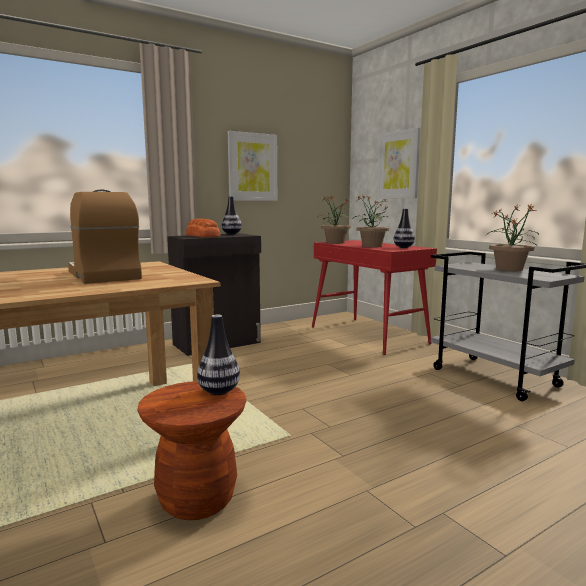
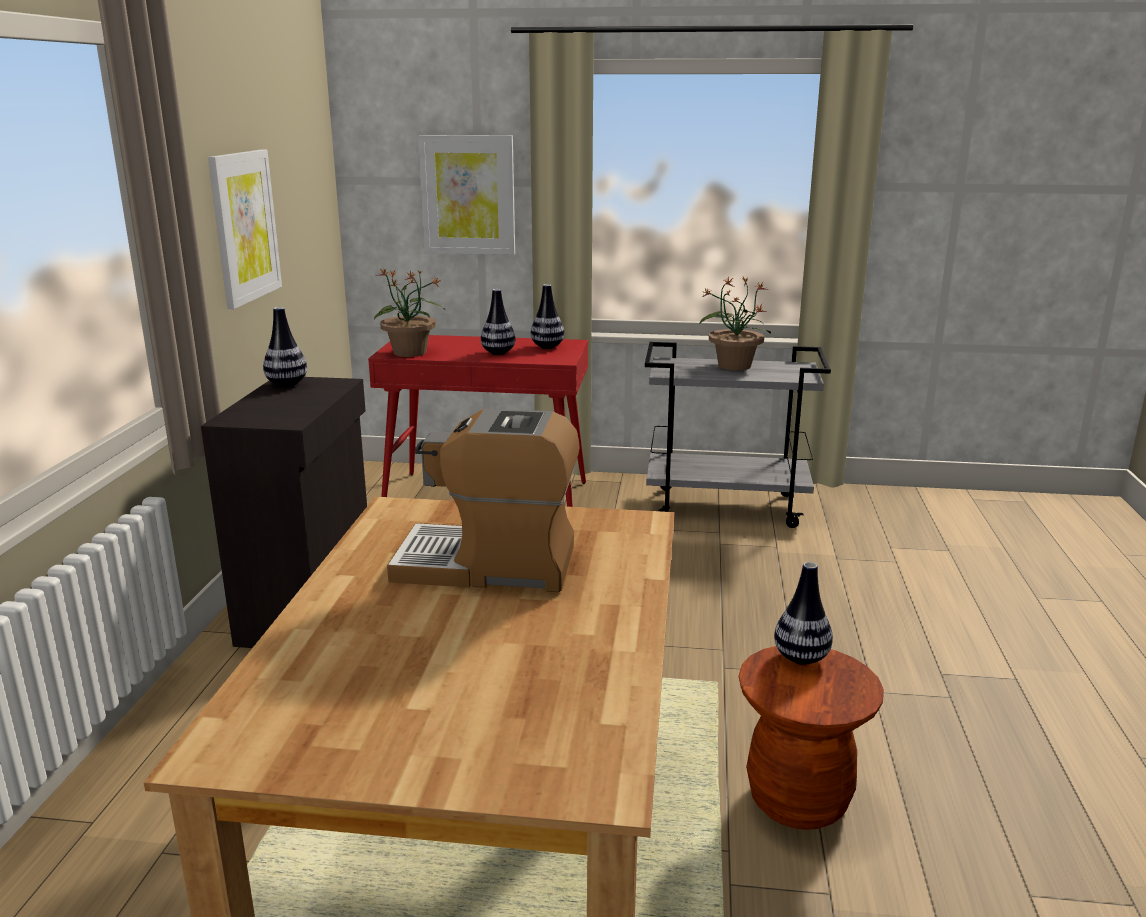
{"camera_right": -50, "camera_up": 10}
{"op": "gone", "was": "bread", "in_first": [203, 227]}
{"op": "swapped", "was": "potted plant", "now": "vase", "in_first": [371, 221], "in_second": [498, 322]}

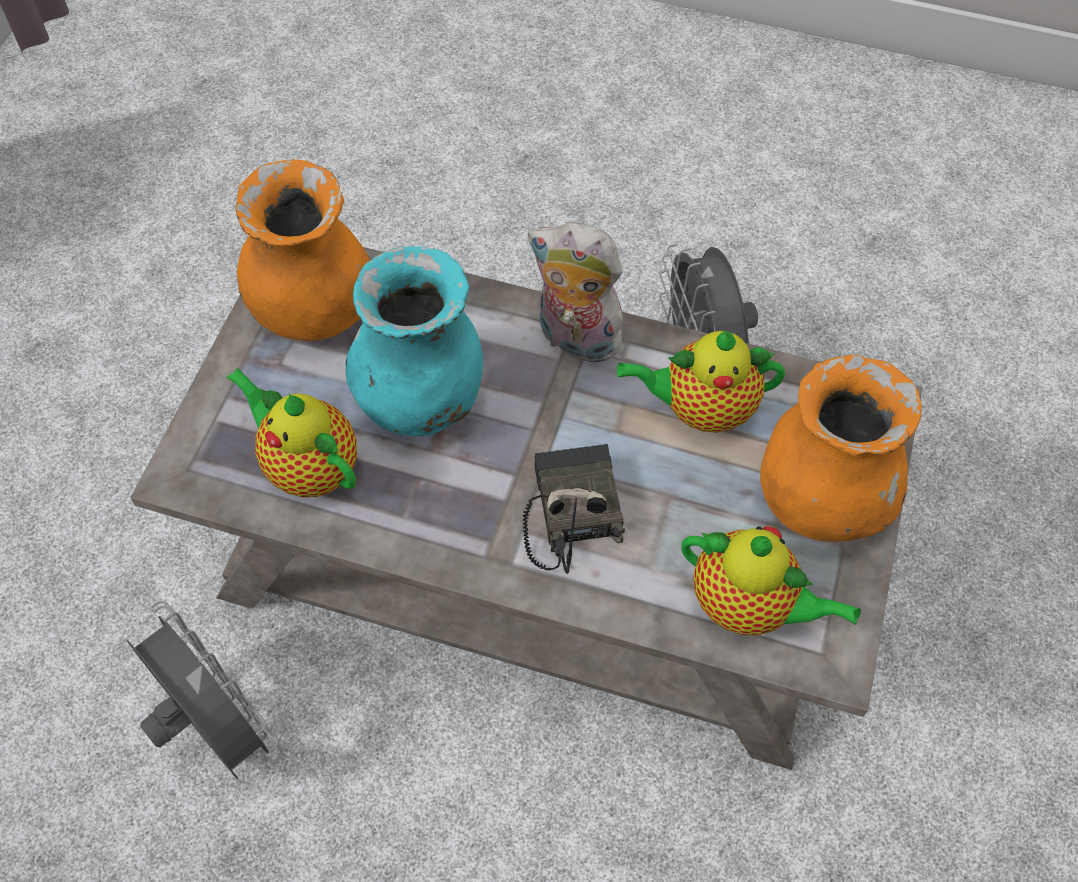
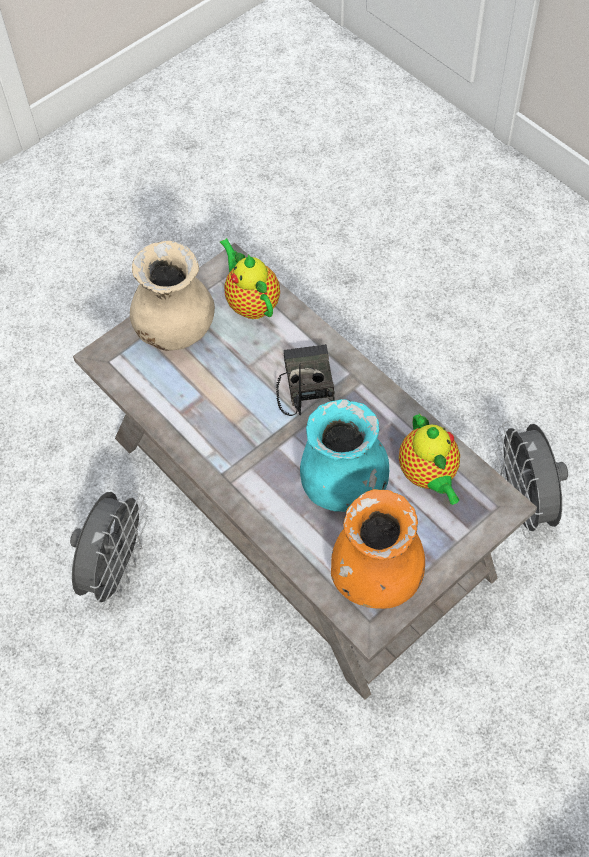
{"camera_right": -145, "camera_up": 0}
{"op": "rotated", "was": "radio", "in_first": [573, 509], "in_second": [305, 380], "clockwise": 150}
{"op": "gone", "was": "plush toy", "in_first": [580, 292]}
{"op": "gone", "was": "teapot", "in_first": [701, 382]}
{"op": "repainted", "was": "vase (orange)", "now": "vase (beige)", "in_first": [841, 448], "in_second": [172, 296]}

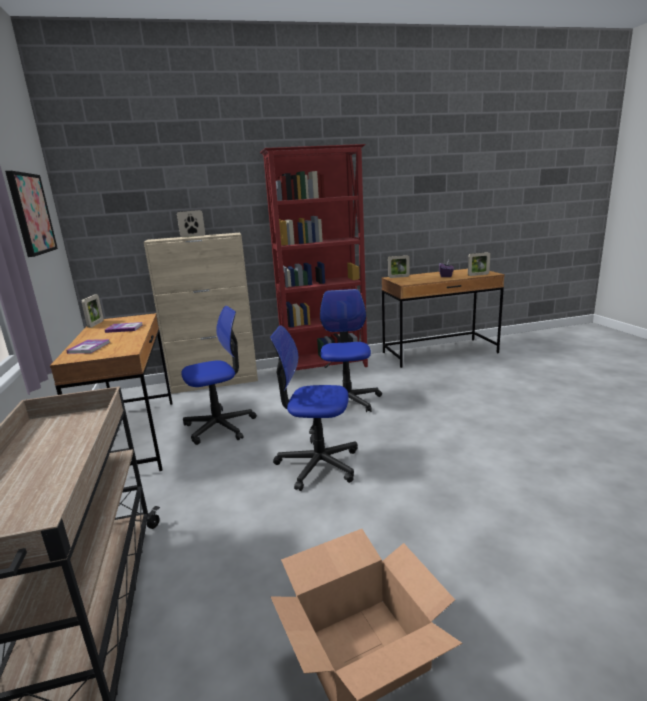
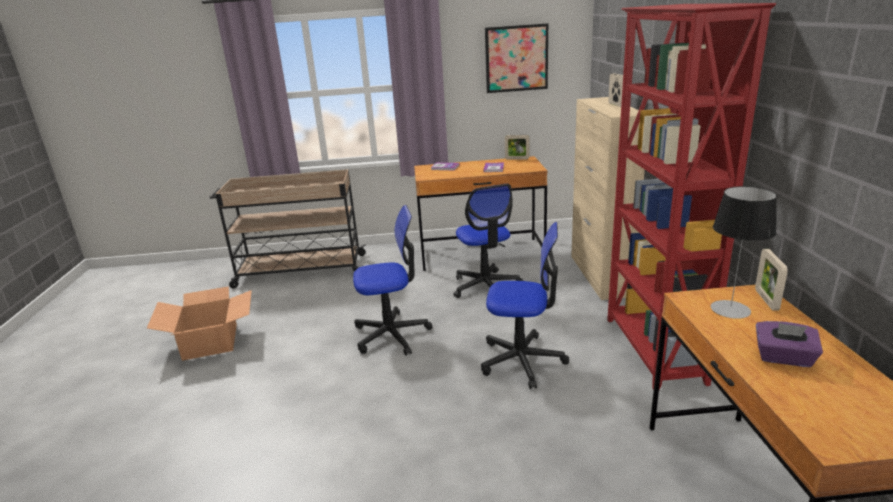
{"camera_right": 100, "camera_up": 5}
{"op": "rotated", "was": "office chair", "in_first": [313, 408], "in_second": [392, 280], "clockwise": 60}
{"op": "gone", "was": "picture frame", "in_first": [479, 264]}
{"op": "new", "now": "table lamp", "in_second": [744, 252]}

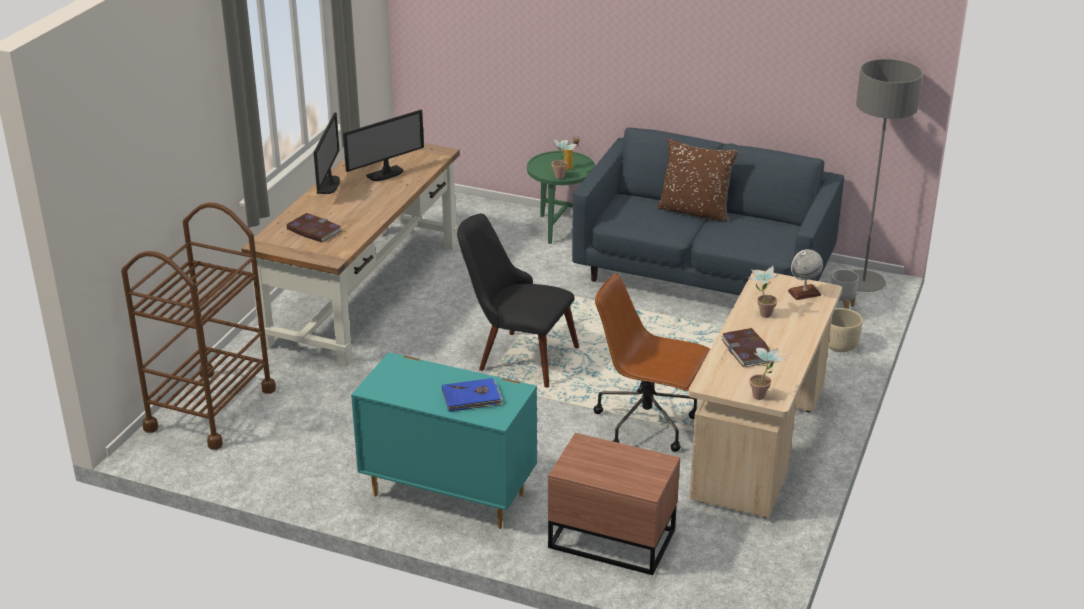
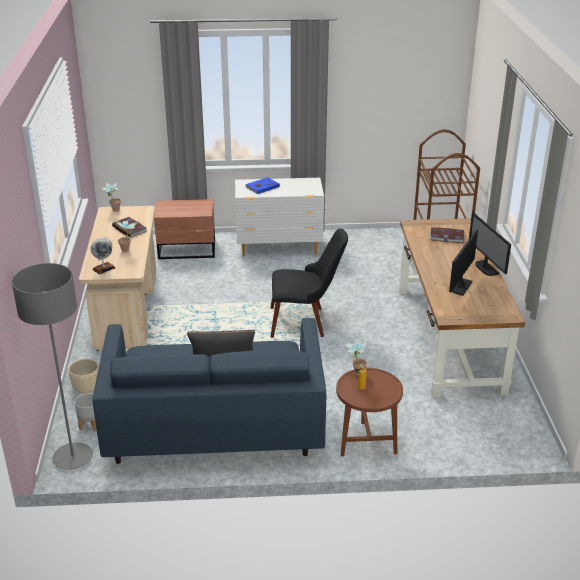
{"camera_right": 155, "camera_up": 0}
{"op": "repainted", "was": "dresser (turquoise)", "now": "dresser (white)", "in_first": [444, 440], "in_second": [279, 217]}
{"op": "repainted", "was": "side table (green)", "now": "side table (brown)", "in_first": [561, 197], "in_second": [369, 412]}
{"op": "gone", "was": "office chair (brown)", "in_first": [651, 362]}

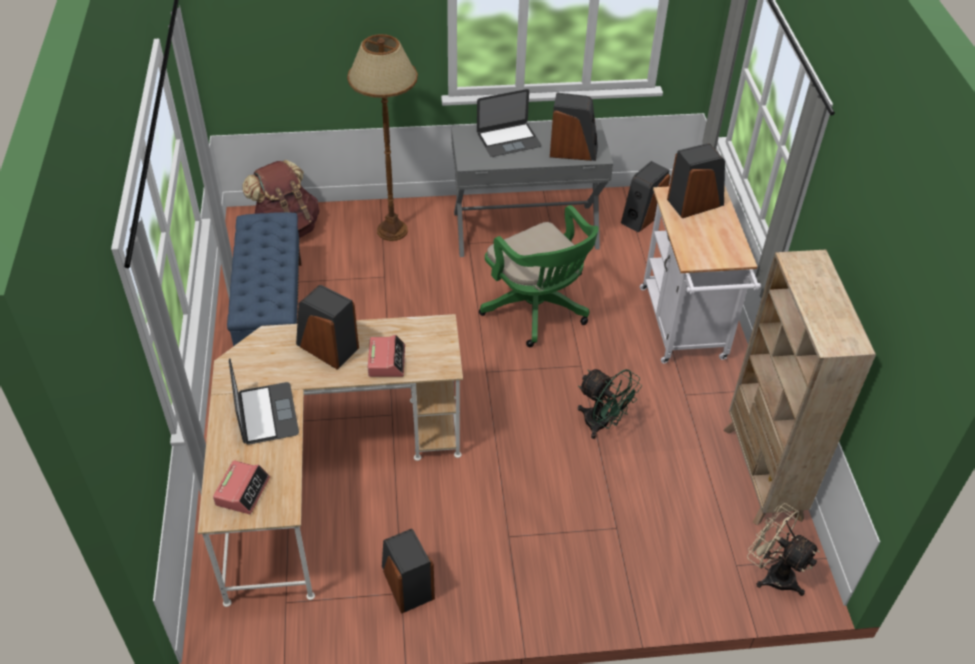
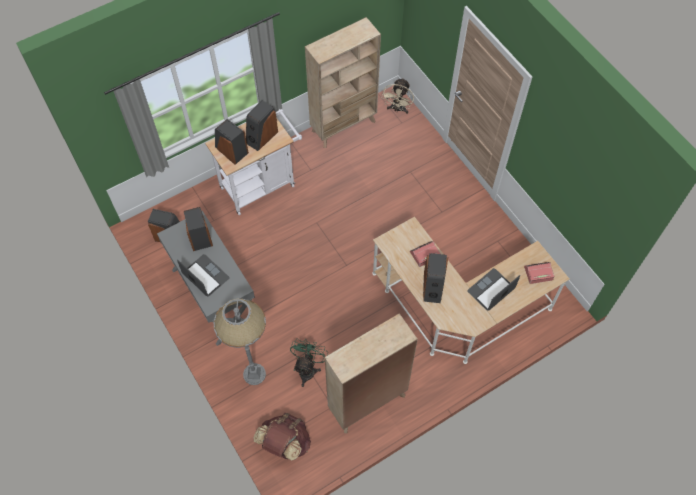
{"camera_right": -115, "camera_up": 15}
{"op": "swapped", "was": "bench (blue)", "now": "bookcase (beige)", "in_first": [264, 279], "in_second": [371, 373]}
{"op": "repainted", "was": "floor lamp (brown)", "now": "floor lamp (grey)", "in_first": [382, 137], "in_second": [240, 342]}
{"op": "shifted", "was": "speaker", "in_first": [408, 571], "in_second": [262, 125]}
{"op": "gone", "was": "office chair (green)", "in_first": [538, 276]}
{"op": "shifted", "was": "fan (green)", "in_first": [610, 404], "in_second": [309, 363]}

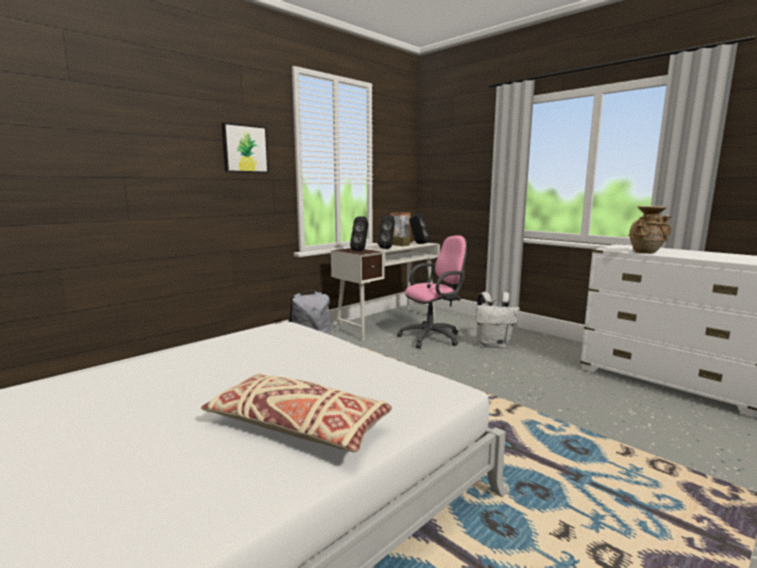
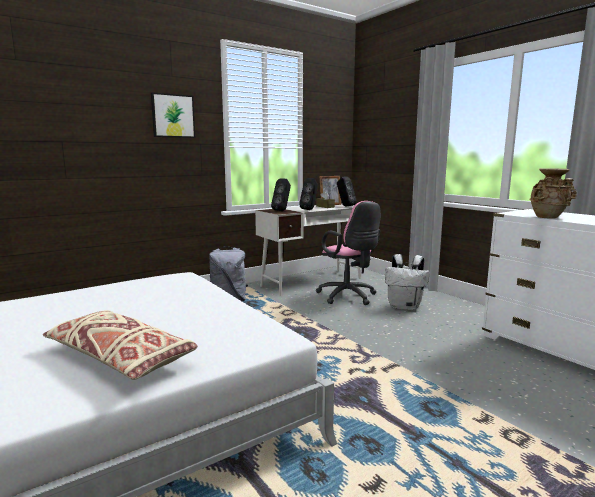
{"camera_right": 10, "camera_up": 0}
{"op": "rotated", "was": "office chair (pink)", "in_first": [432, 292], "in_second": [348, 253], "clockwise": 75}

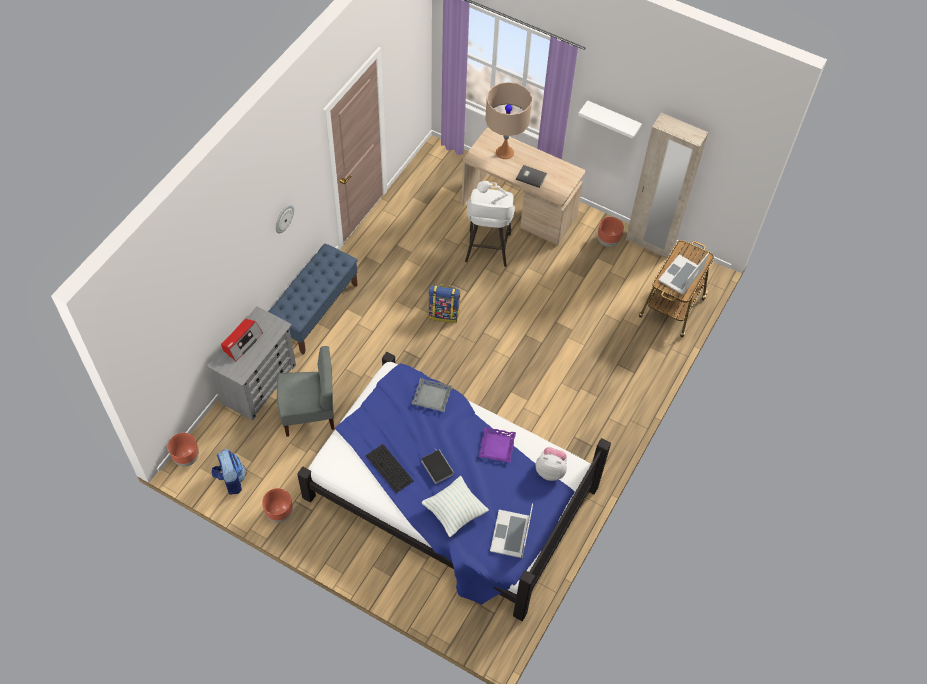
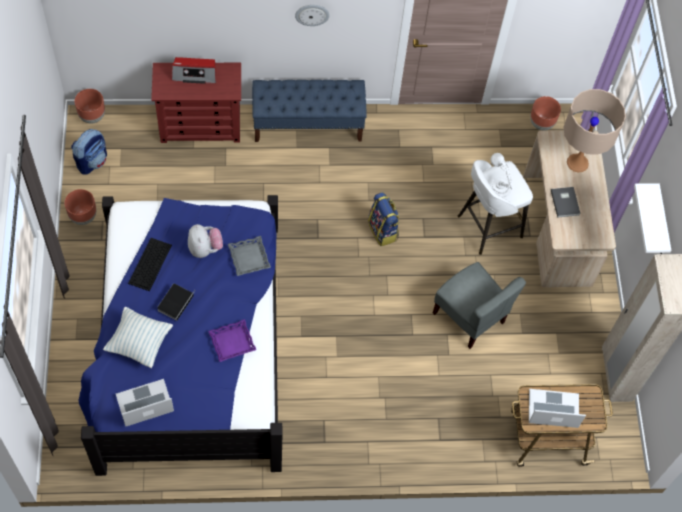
{"camera_right": 55, "camera_up": 5}
{"op": "repainted", "was": "dresser (grey)", "now": "dresser (red)", "in_first": [251, 363], "in_second": [196, 103]}
{"op": "shifted", "was": "chair (grey)", "in_first": [305, 391], "in_second": [479, 305]}
{"op": "shifted", "was": "plush toy", "in_first": [551, 464], "in_second": [205, 241]}
{"op": "shifted", "was": "planter (brown)", "in_first": [611, 232], "in_second": [545, 113]}

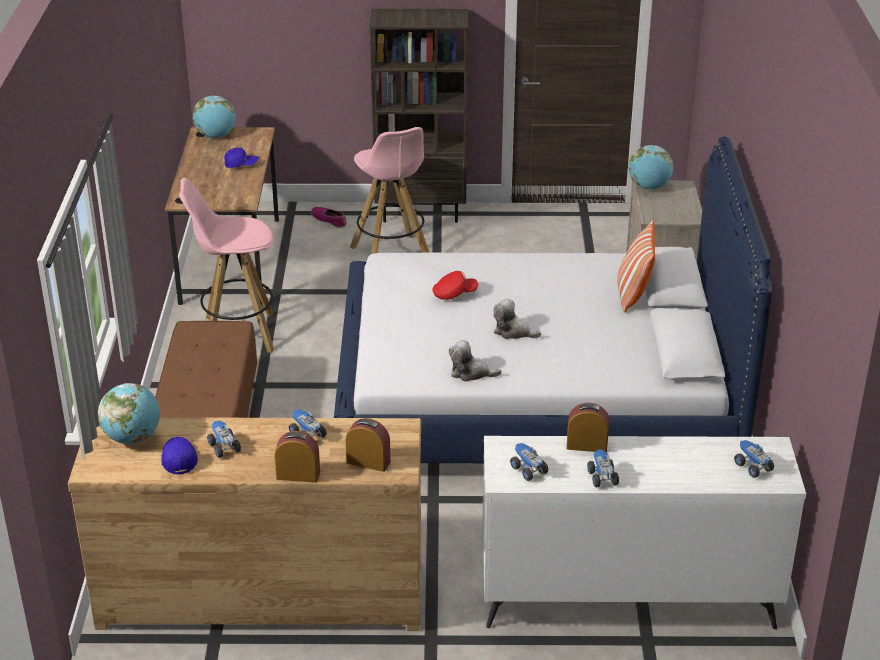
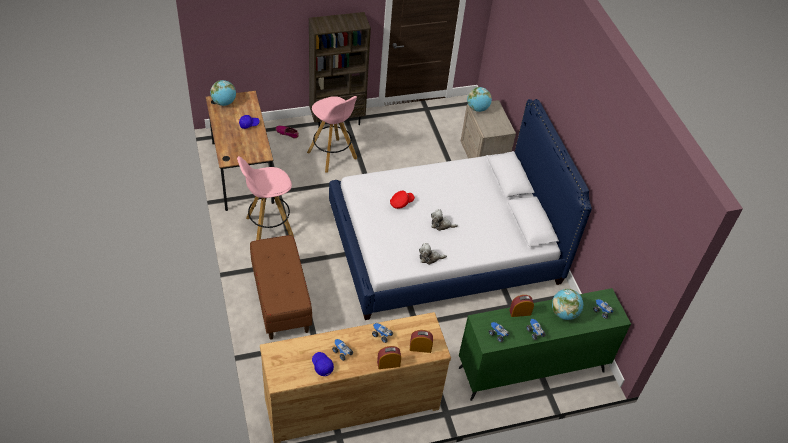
{"camera_right": -20, "camera_up": 15}
{"op": "shifted", "was": "globe", "in_first": [129, 413], "in_second": [567, 304]}
{"op": "repainted", "was": "dresser (white)", "now": "dresser (green)", "in_first": [644, 532], "in_second": [545, 344]}
{"op": "gone", "was": "pillow", "in_first": [636, 266]}

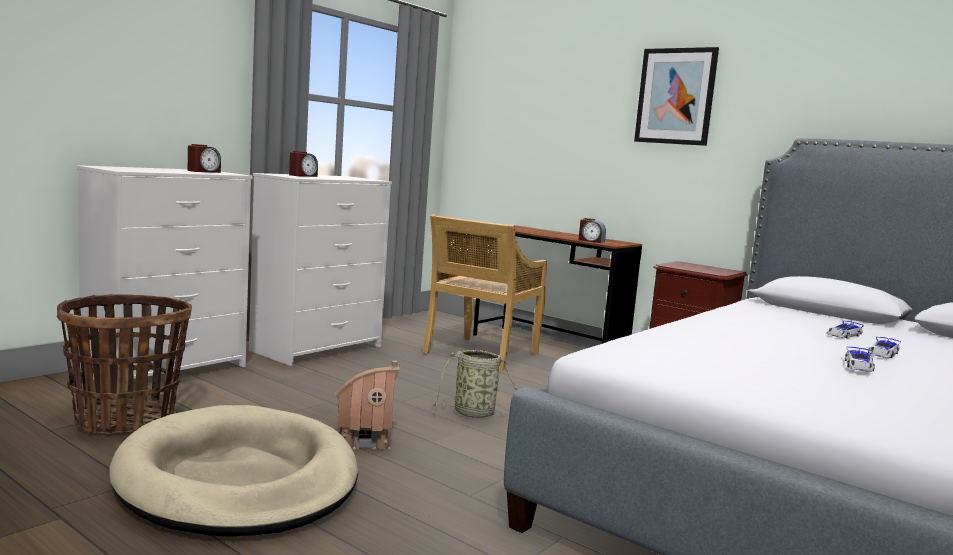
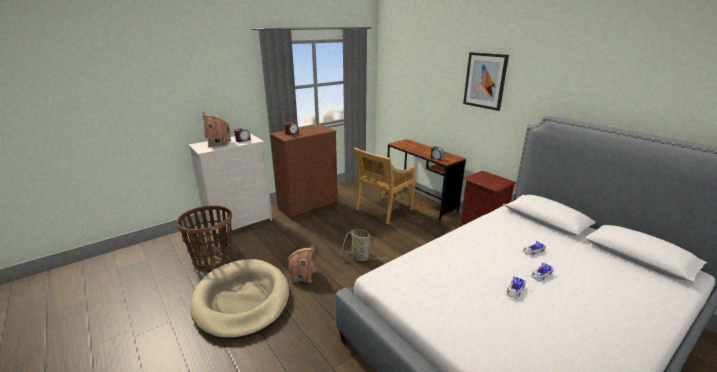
{"camera_right": 15, "camera_up": 15}
{"op": "repainted", "was": "dresser (white)", "now": "dresser (brown)", "in_first": [320, 269], "in_second": [304, 172]}
{"op": "new", "now": "toy house", "in_second": [216, 129]}

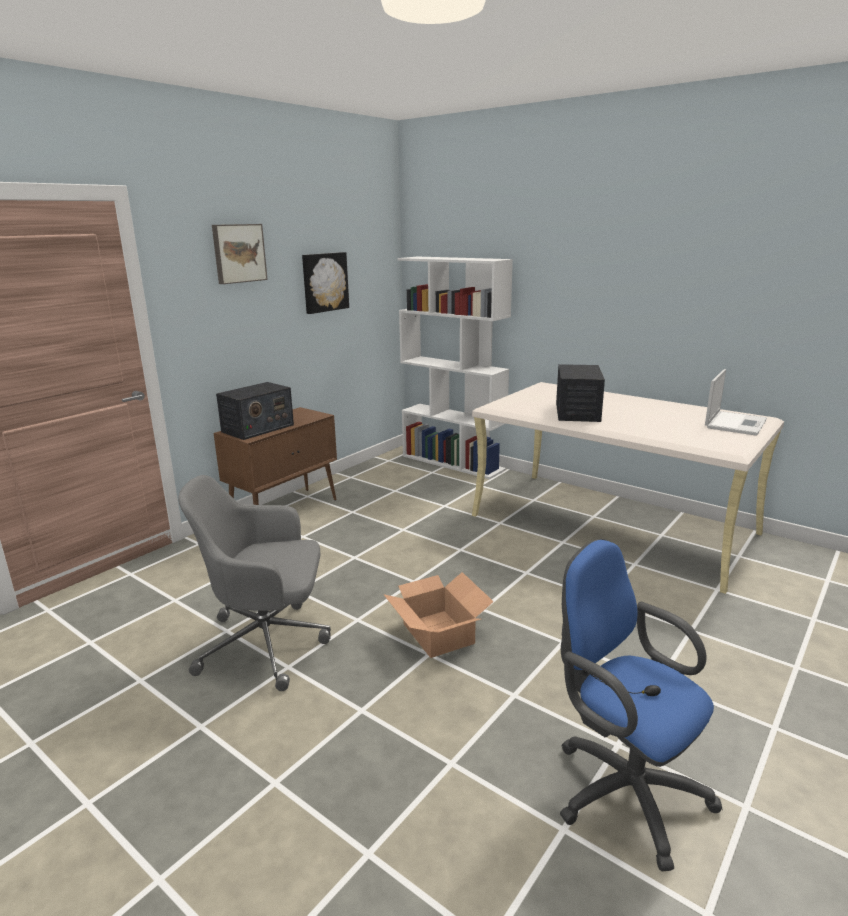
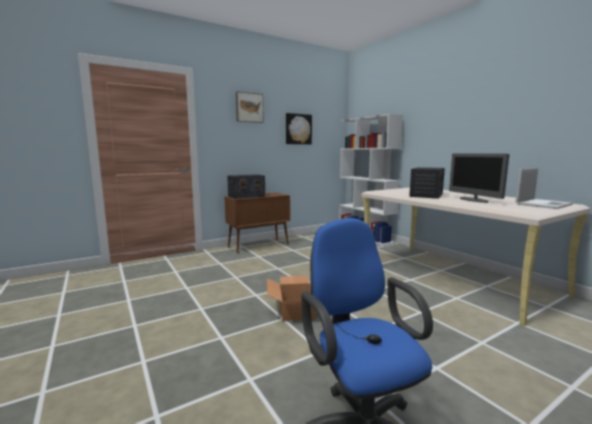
{"camera_right": 20, "camera_up": -10}
{"op": "gone", "was": "office chair (grey)", "in_first": [254, 583]}
{"op": "new", "now": "monitor", "in_second": [479, 178]}

